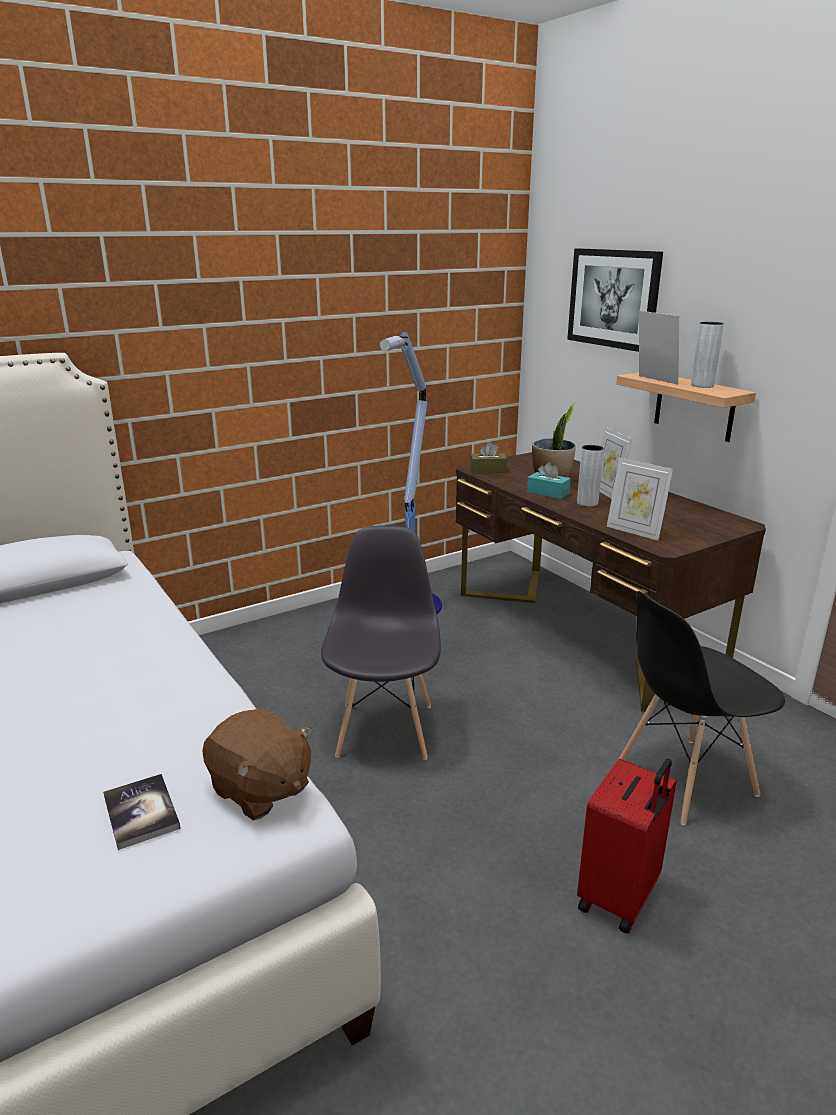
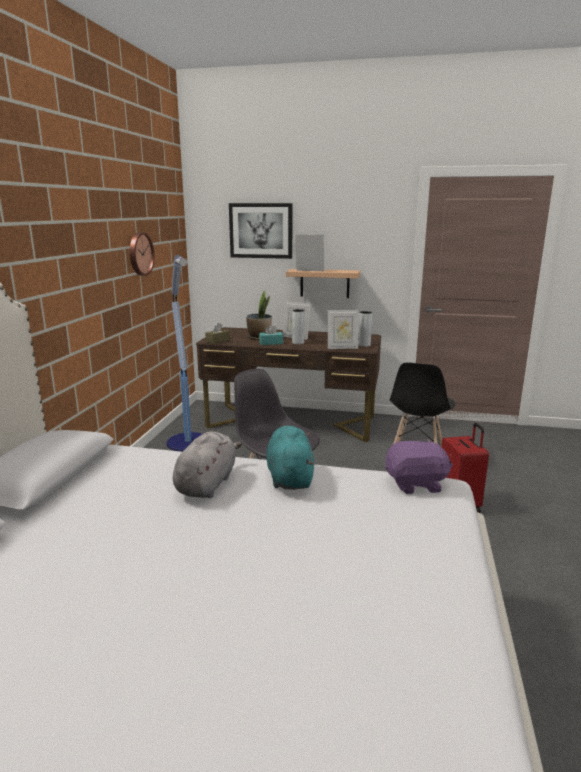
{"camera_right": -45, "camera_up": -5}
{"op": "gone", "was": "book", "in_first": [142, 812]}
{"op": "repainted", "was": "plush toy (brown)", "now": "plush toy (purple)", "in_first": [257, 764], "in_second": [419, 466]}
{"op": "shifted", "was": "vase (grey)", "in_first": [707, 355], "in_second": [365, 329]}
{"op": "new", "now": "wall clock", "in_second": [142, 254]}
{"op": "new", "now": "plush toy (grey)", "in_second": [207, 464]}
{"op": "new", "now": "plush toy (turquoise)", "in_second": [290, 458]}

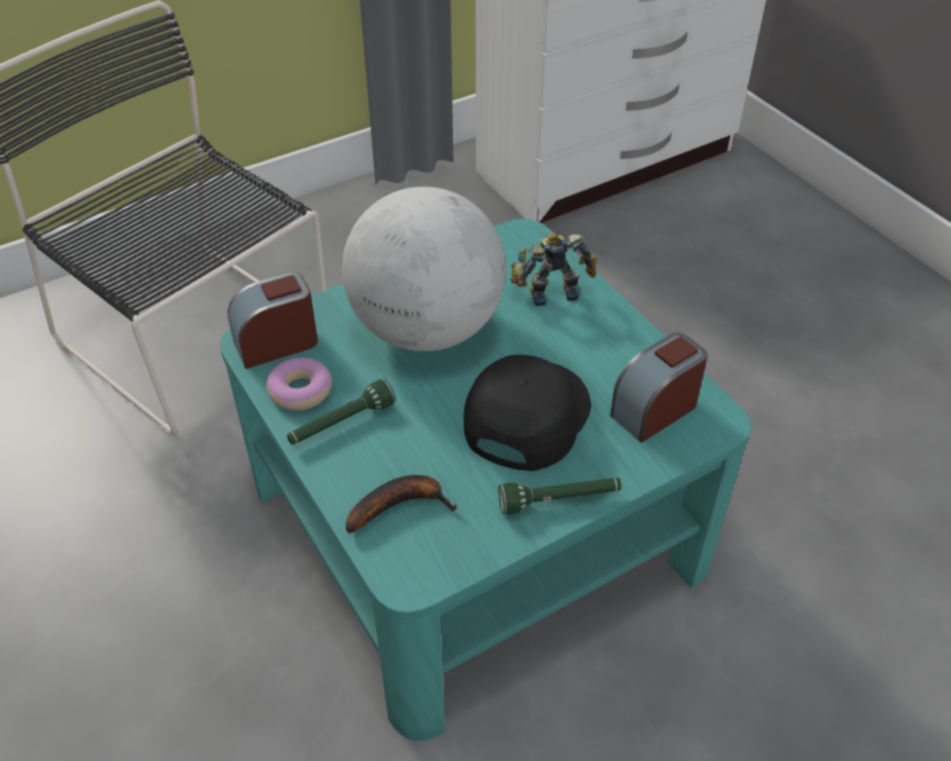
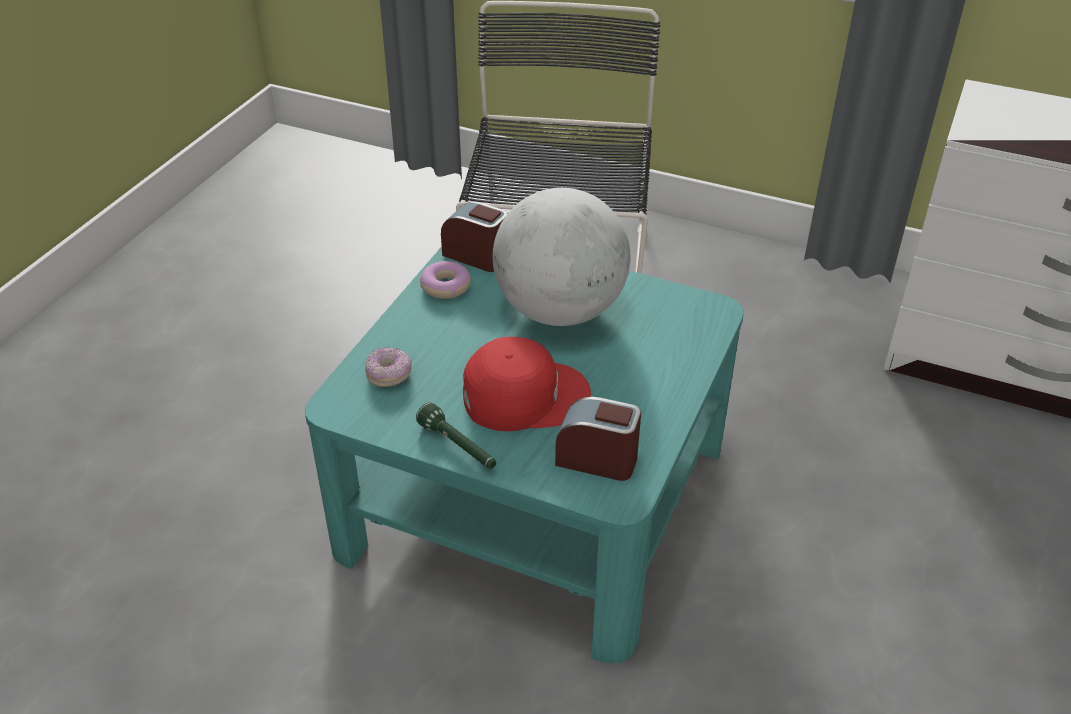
{"camera_right": 55, "camera_up": -5}
{"op": "gone", "was": "flashlight (green)", "in_first": [341, 412]}
{"op": "swapped", "was": "banana", "now": "donut", "in_first": [401, 504], "in_second": [388, 367]}
{"op": "repainted", "was": "cap (black)", "now": "cap (red)", "in_first": [527, 413], "in_second": [527, 384]}
{"op": "gone", "was": "toy robot", "in_first": [554, 269]}

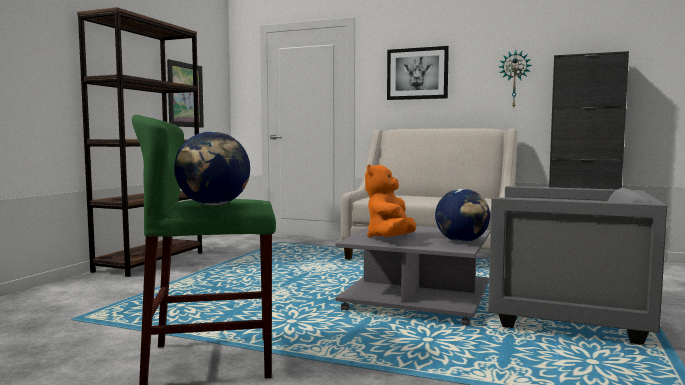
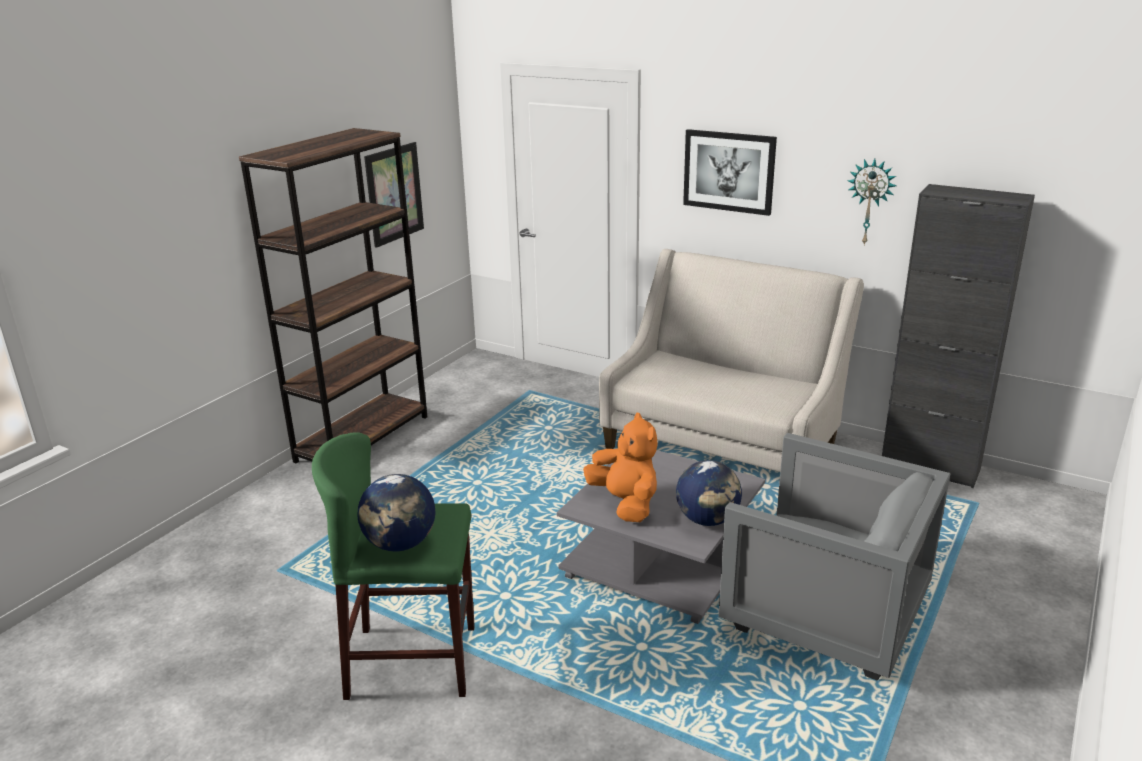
{"camera_right": 10, "camera_up": 20}
{"op": "rotated", "was": "plush toy (orange)", "in_first": [390, 201], "in_second": [620, 467], "clockwise": 120}

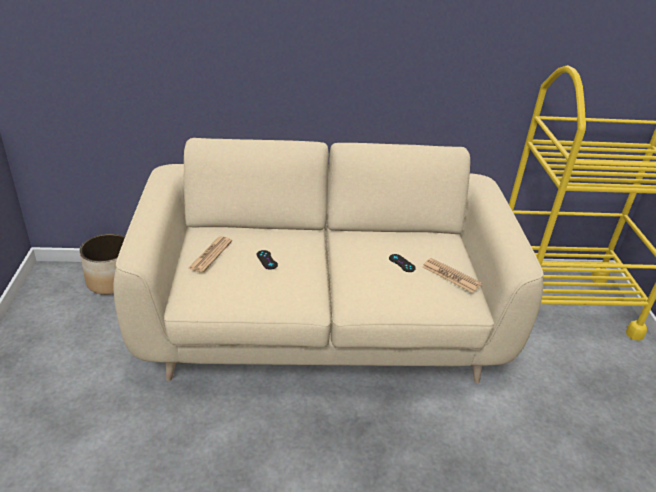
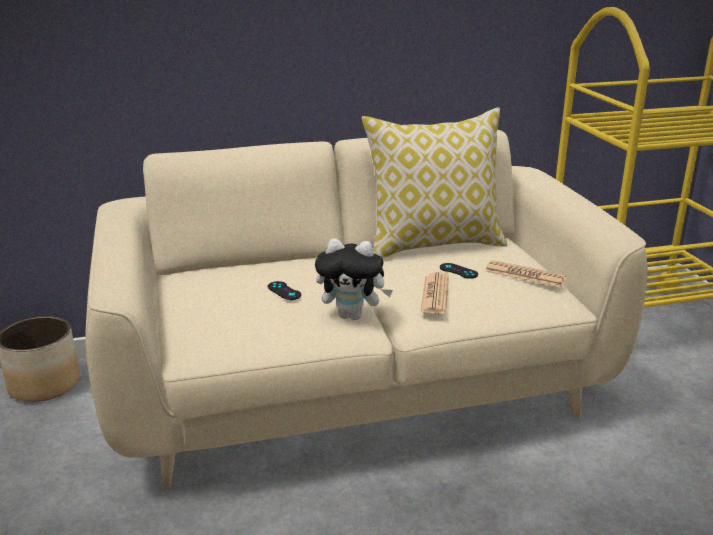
{"camera_right": -10, "camera_up": -10}
{"op": "shifted", "was": "newspaper", "in_first": [210, 254], "in_second": [435, 293]}
{"op": "new", "now": "plush toy", "in_second": [354, 279]}
{"op": "new", "now": "pillow", "in_second": [434, 182]}

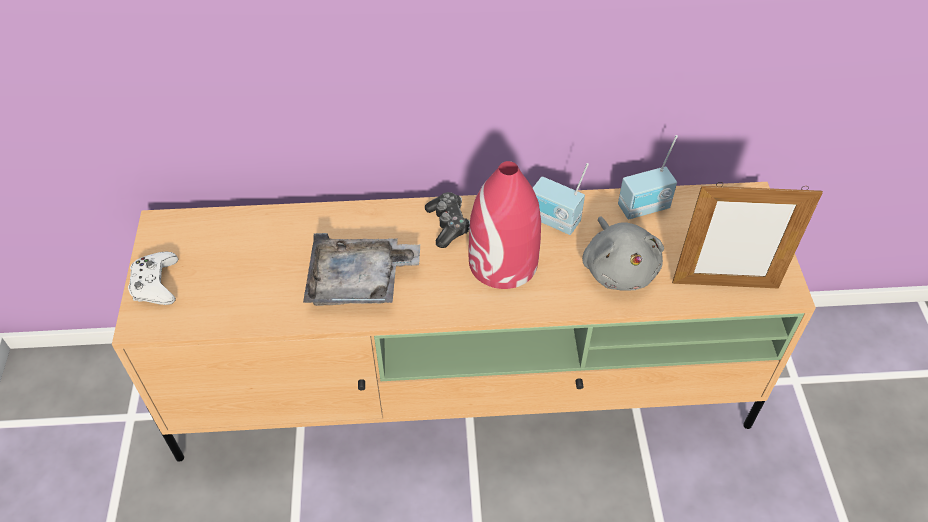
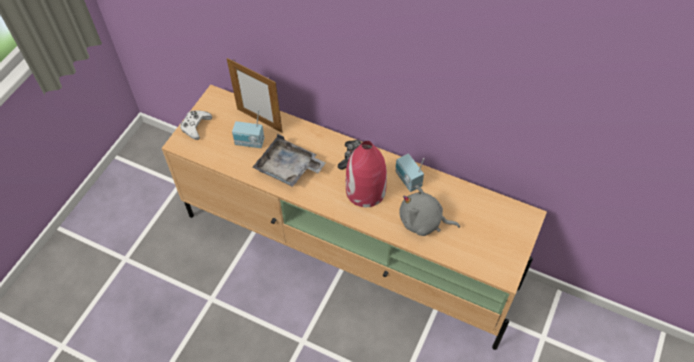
{"camera_right": 30, "camera_up": 5}
{"op": "rotated", "was": "plush toy (grey)", "in_first": [623, 253], "in_second": [429, 210], "clockwise": 90}
{"op": "shifted", "was": "radio", "in_first": [648, 177], "in_second": [248, 128]}
{"op": "shifted", "was": "picture frame", "in_first": [747, 235], "in_second": [255, 95]}

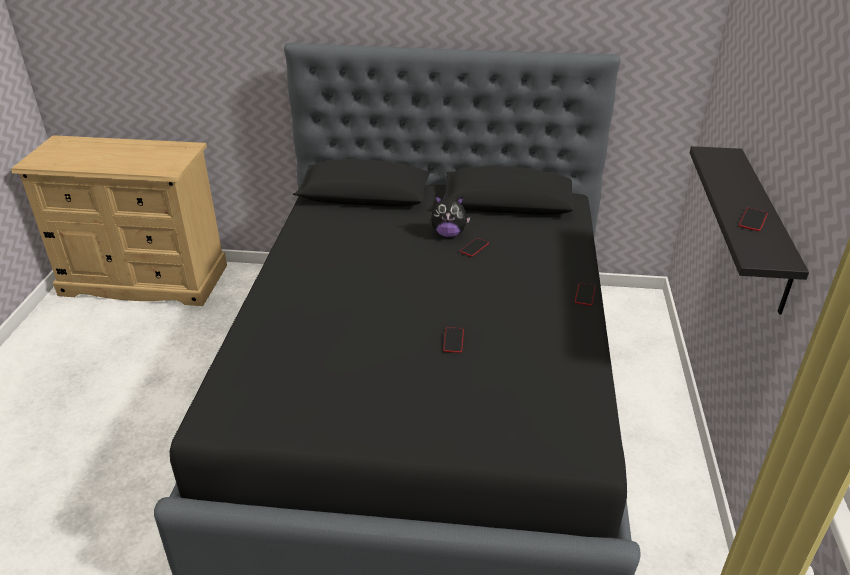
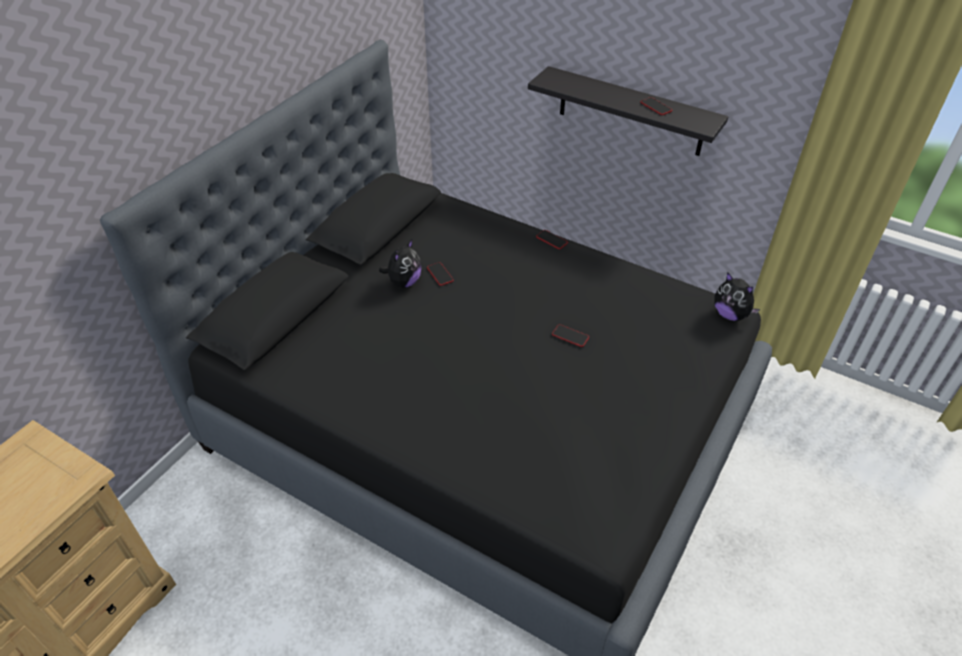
{"camera_right": -65, "camera_up": 10}
{"op": "new", "now": "plush toy", "in_second": [737, 296]}

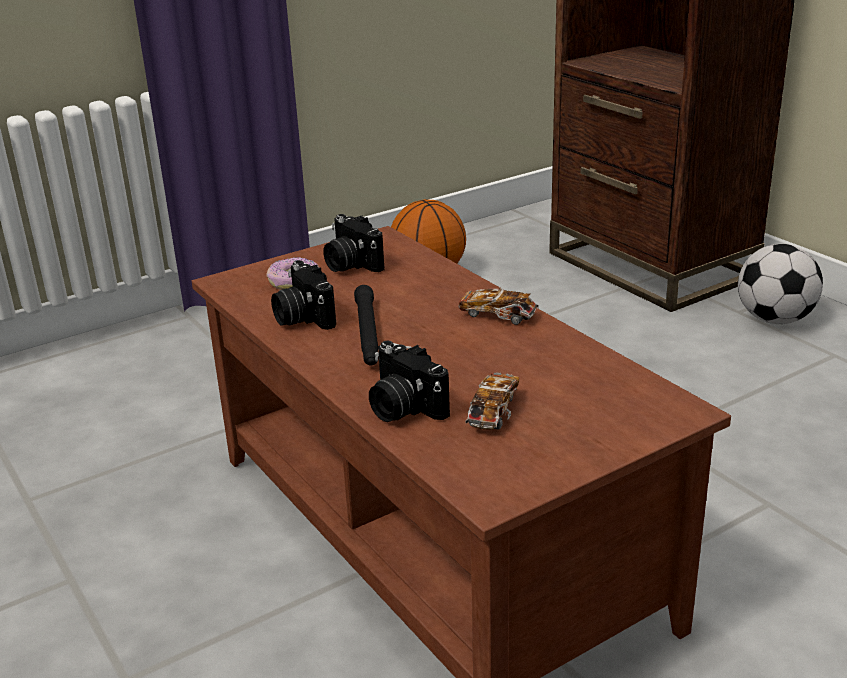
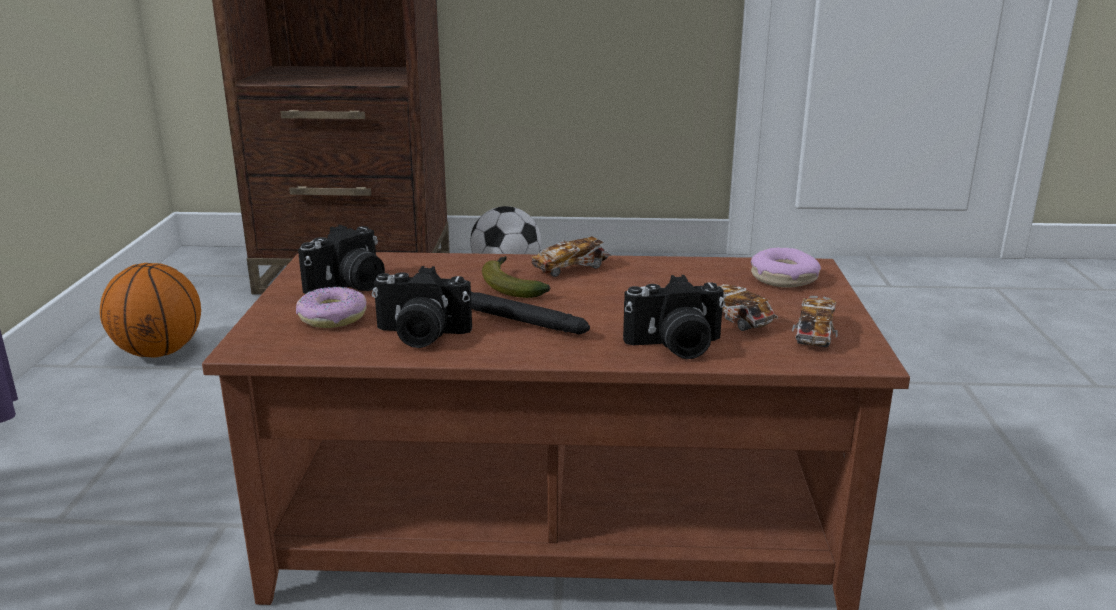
{"camera_right": -55, "camera_up": -5}
{"op": "rotated", "was": "photo camera", "in_first": [354, 243], "in_second": [341, 258], "clockwise": -45}
{"op": "new", "now": "banana", "in_second": [516, 277]}
{"op": "new", "now": "donut", "in_second": [786, 268]}
{"op": "new", "now": "toy car", "in_second": [815, 321]}

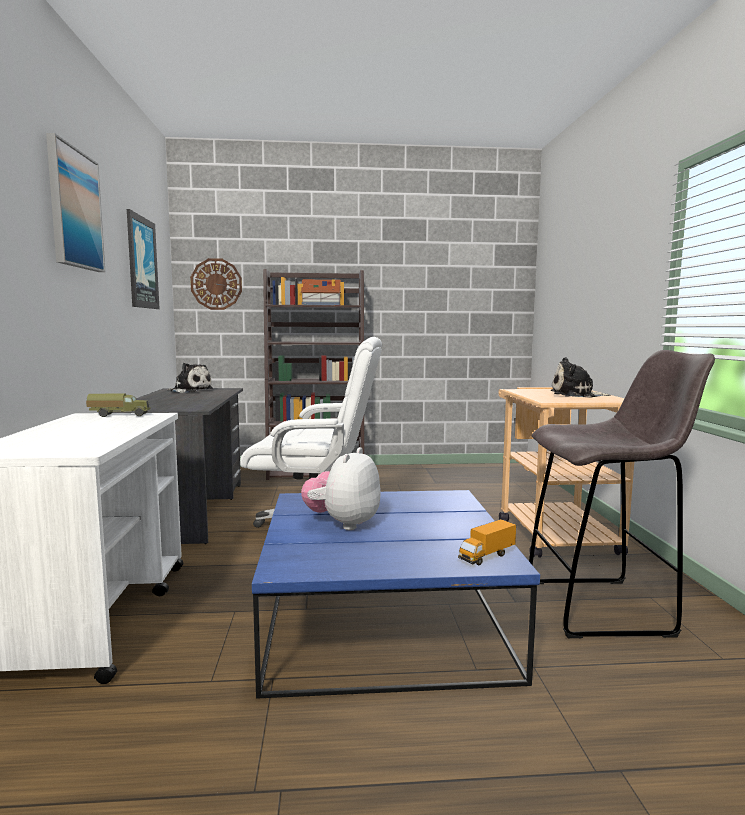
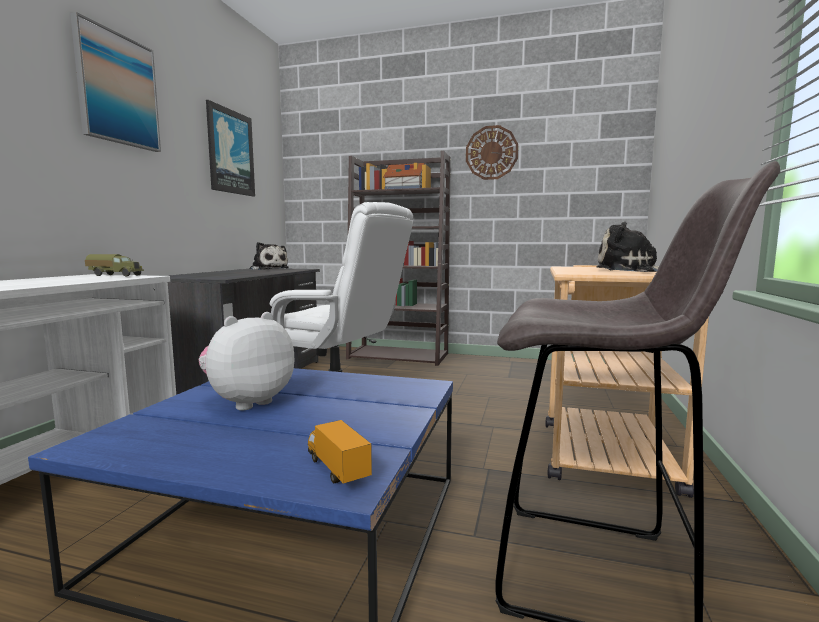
{"camera_right": 20, "camera_up": 0}
{"op": "shifted", "was": "wall clock", "in_first": [216, 284], "in_second": [492, 152]}
{"op": "rotated", "was": "toy truck", "in_first": [487, 542], "in_second": [340, 452], "clockwise": 75}

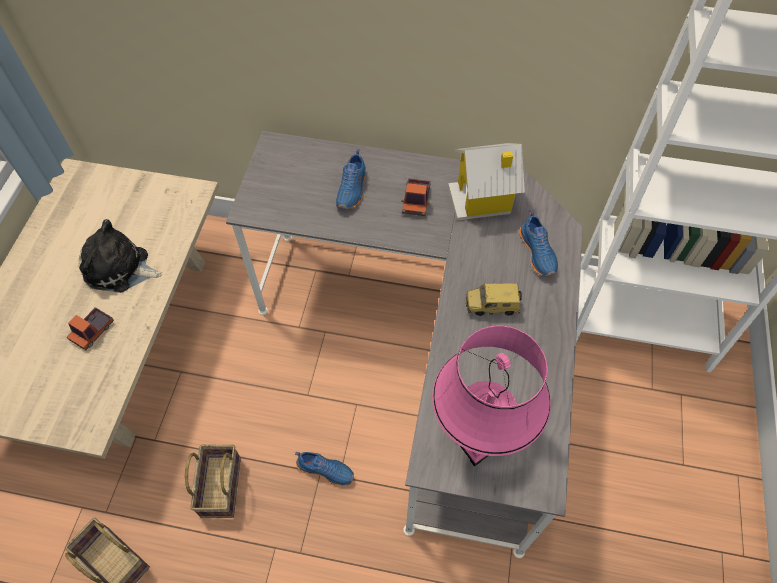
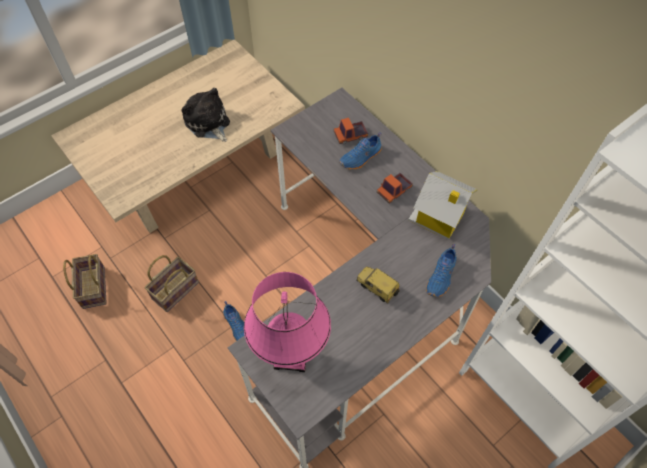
{"camera_right": 40, "camera_up": 0}
{"op": "shifted", "was": "toy truck", "in_first": [90, 328], "in_second": [351, 131]}

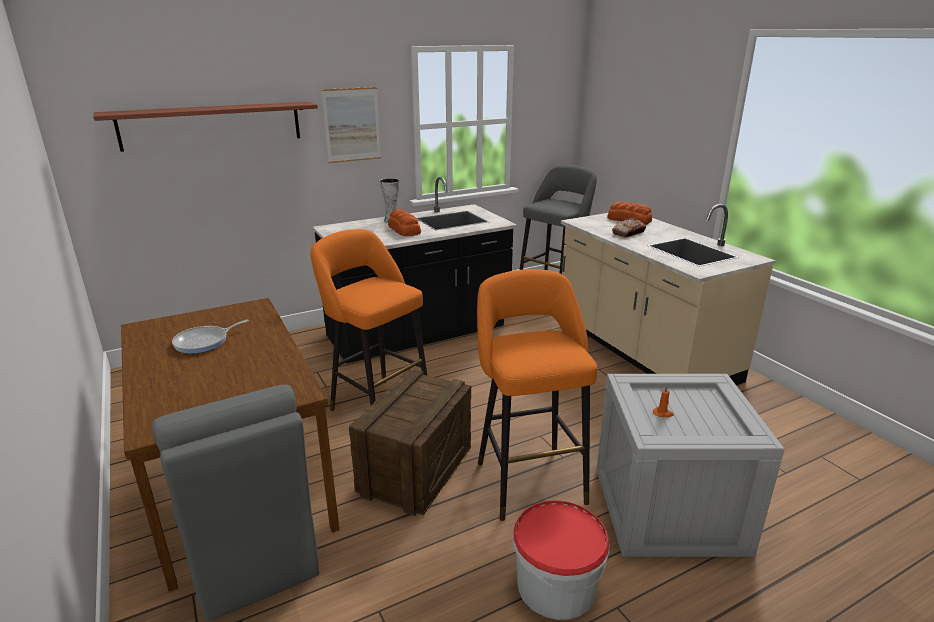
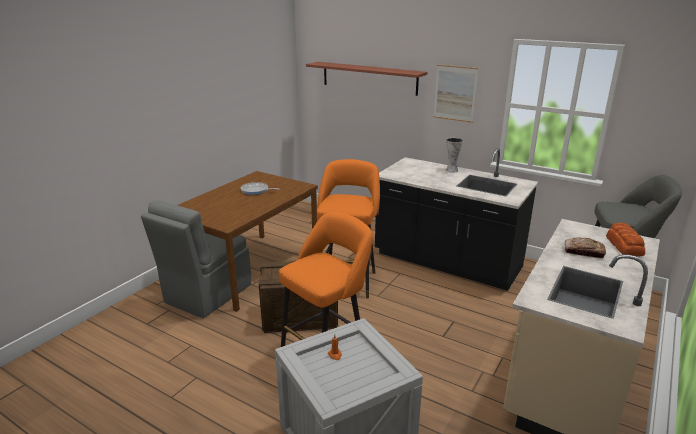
{"camera_right": 60, "camera_up": 0}
{"op": "gone", "was": "bread", "in_first": [404, 222]}
{"op": "gone", "was": "bucket", "in_first": [561, 560]}

